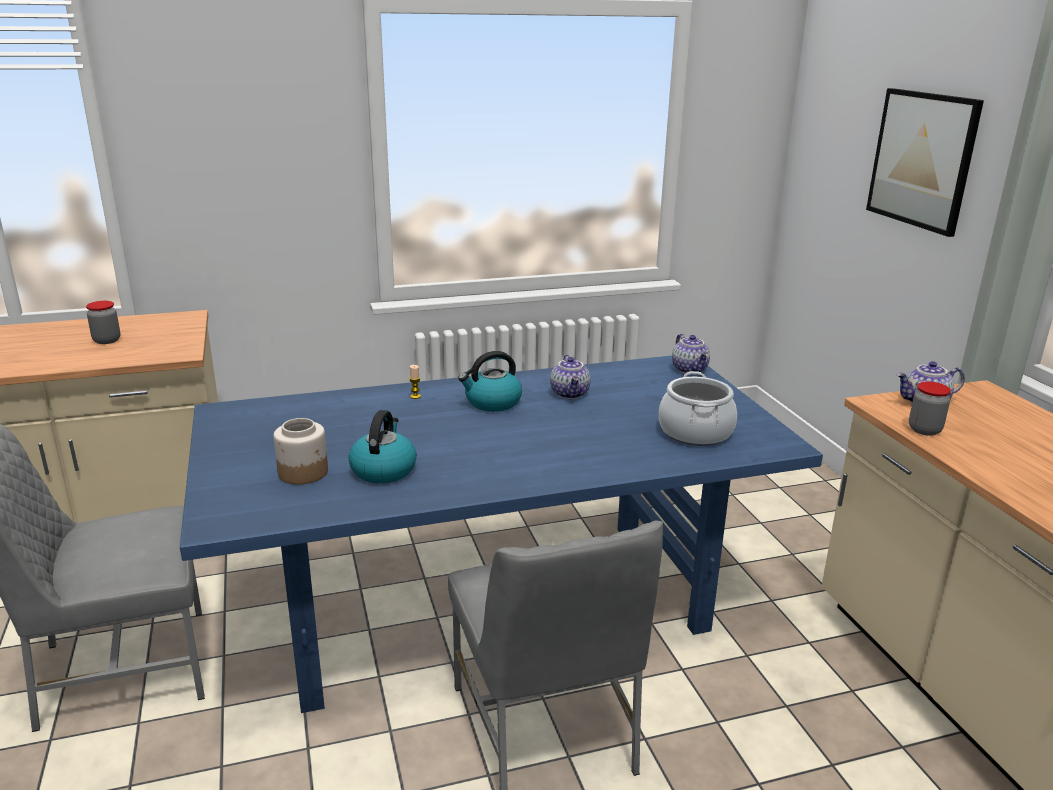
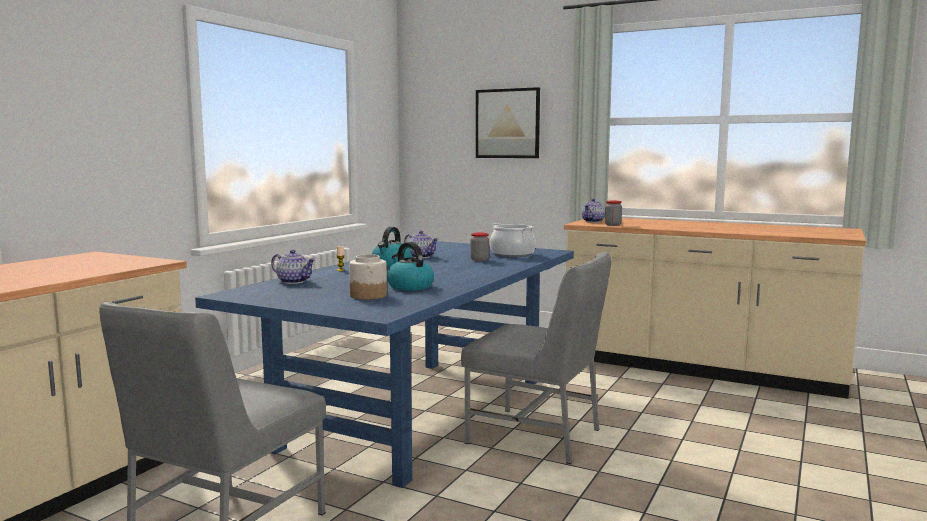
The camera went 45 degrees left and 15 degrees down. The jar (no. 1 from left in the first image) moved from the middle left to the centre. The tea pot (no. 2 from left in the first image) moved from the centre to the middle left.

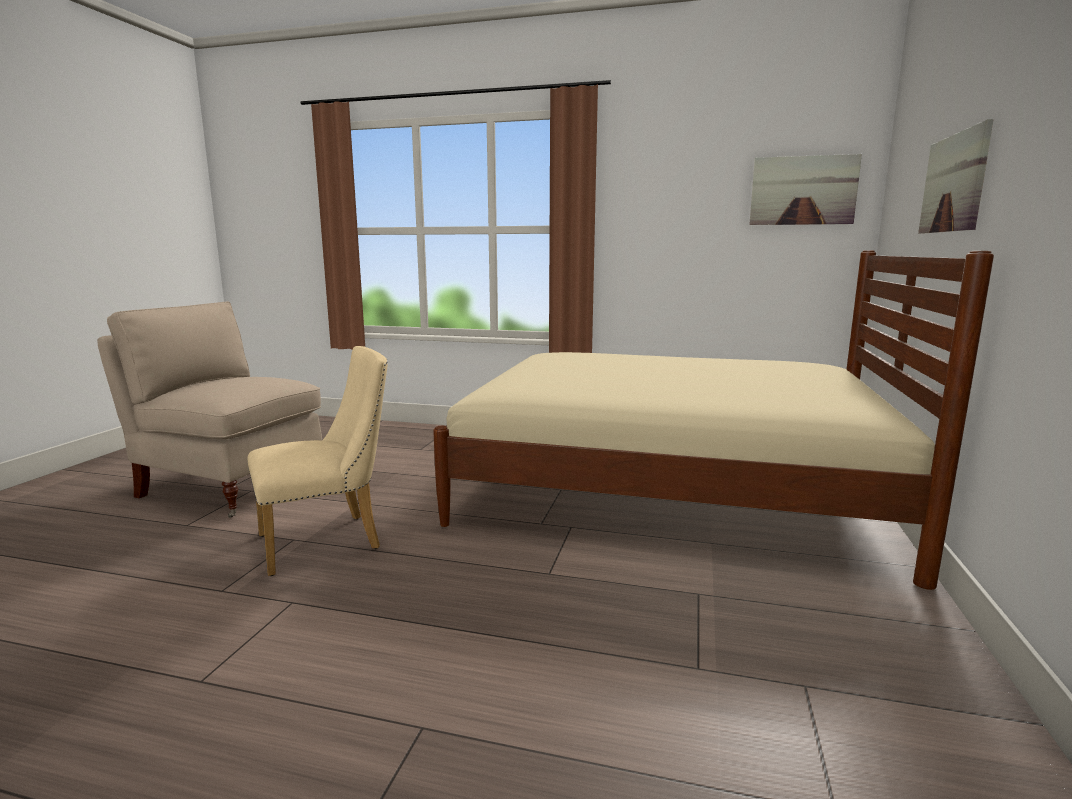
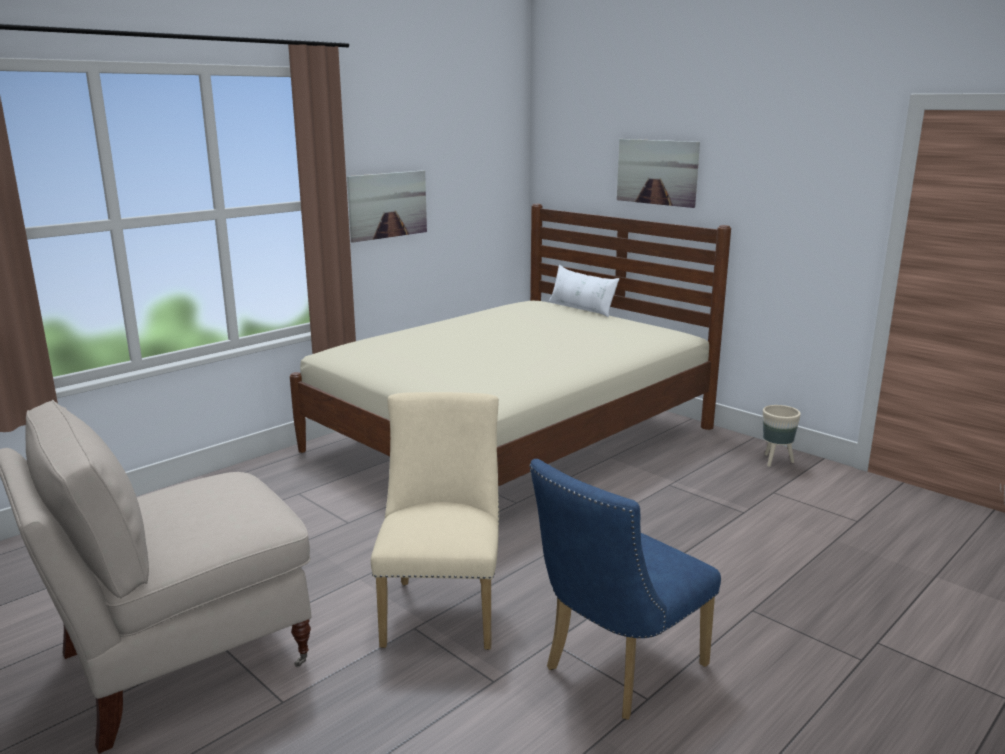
The camera went 60 degrees left and 5 degrees up. The chair (blue-coloured) at the bottom centre appeared. The cushion (white-coloured) at the centre appeared. The planter (beige) at the middle right appeared. The wall picture (no. 1 from left) moved from the top right to the top centre.

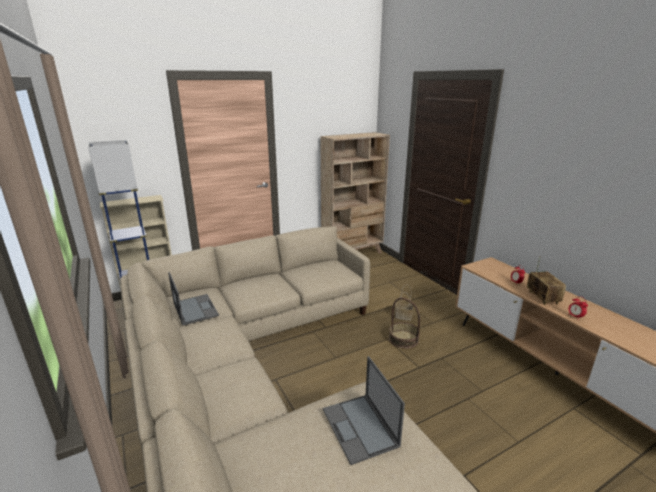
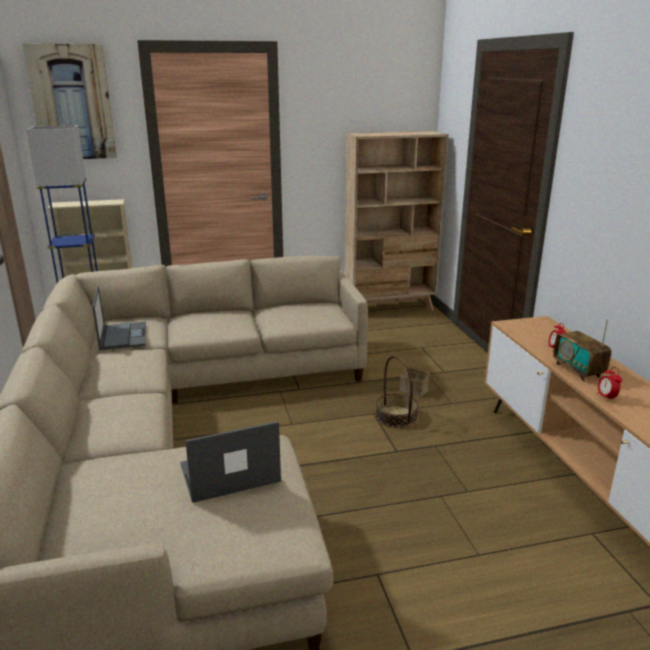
The camera went 15 degrees right and 0 degrees up. The wall picture at the top left appeared. The portable computer (no. 2 from left) at the bottom centre turned 75 degrees clockwise. The radio set at the middle right turned 150 degrees clockwise.

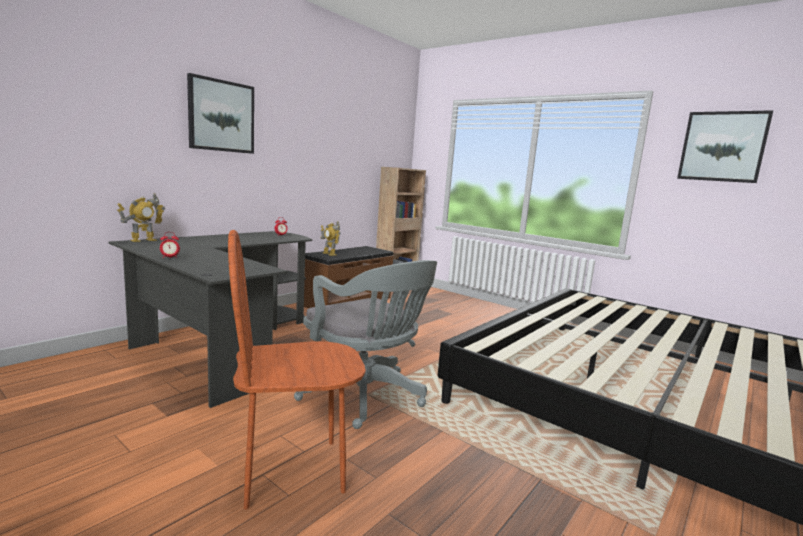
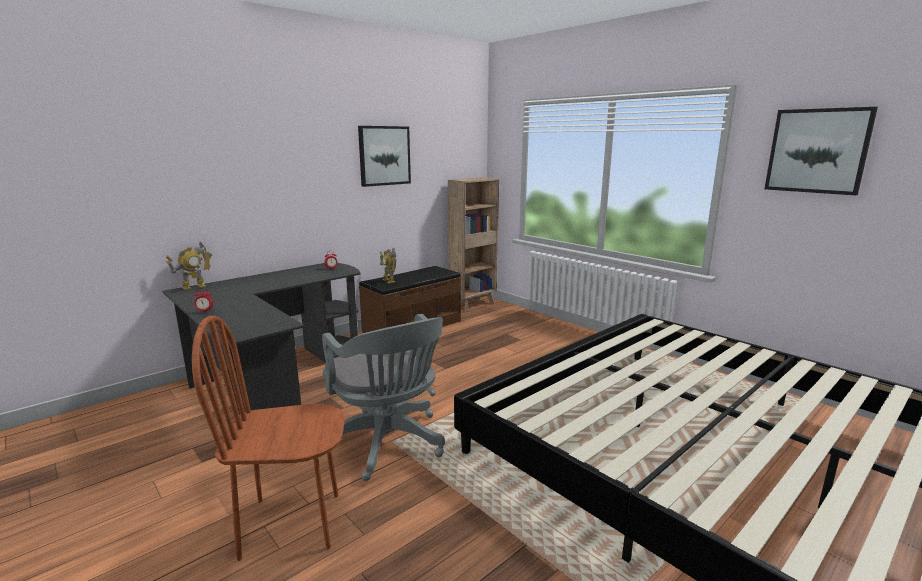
The camera went 10 degrees right and 5 degrees up. The wall picture (no. 1 from left) moved from the top left to the top centre.

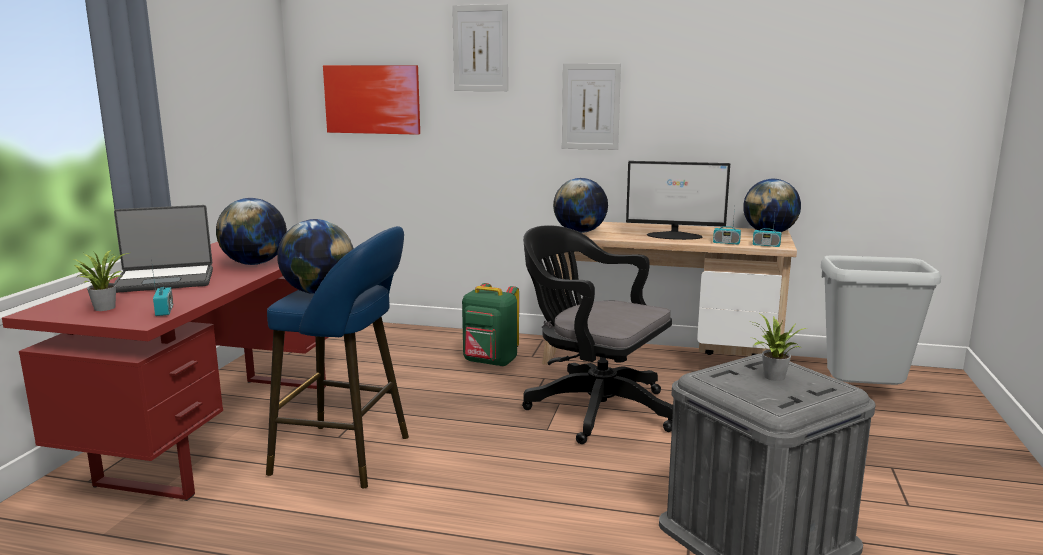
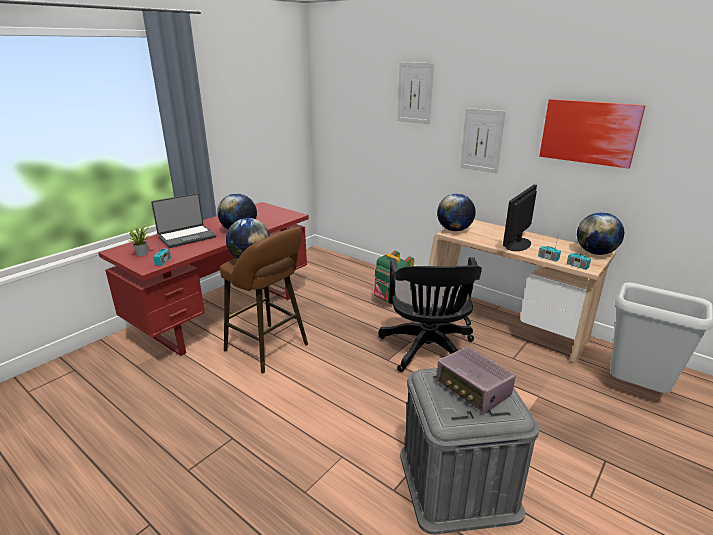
The camera went 25 degrees right and 10 degrees up. The wall picture (no. 1 from left in the first image) moved from the top centre to the top right. The plant in a pot (no. 2 from left) at the middle right was replaced by the radio set (no. 2 from left) at the bottom right. The stool seat (blue-coloured) at the middle left became the stool seat (brownish) at the centre. The portable computer at the middle left turned 45 degrees counterclockwise. The desk chair (blackish) at the centre turned 150 degrees counterclockwise. The monitor at the centre turned 90 degrees clockwise.

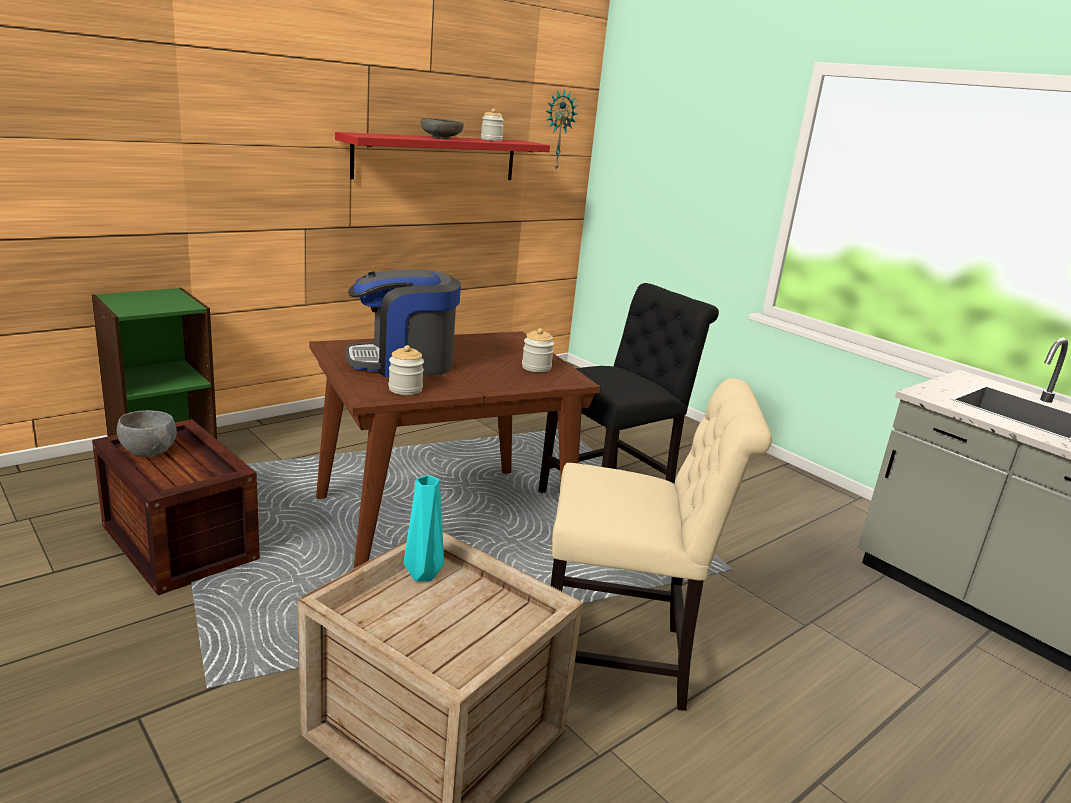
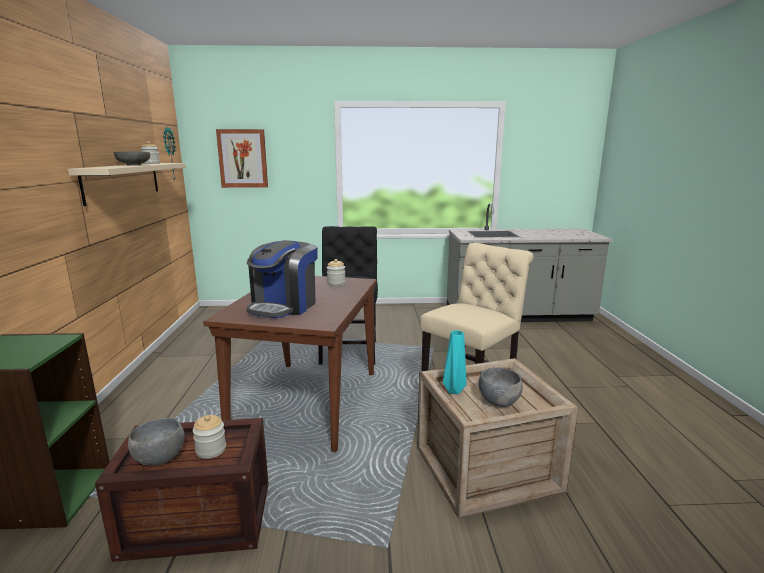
The camera went 50 degrees left and 5 degrees down. The wall picture at the top left appeared. The serving bowl (greyish) (no. 3 from left) at the bottom centre appeared. The jar (no. 1 from left in the first image) moved from the centre to the bottom left. The shelf (red) at the top centre became the shelf (beige) at the top left.

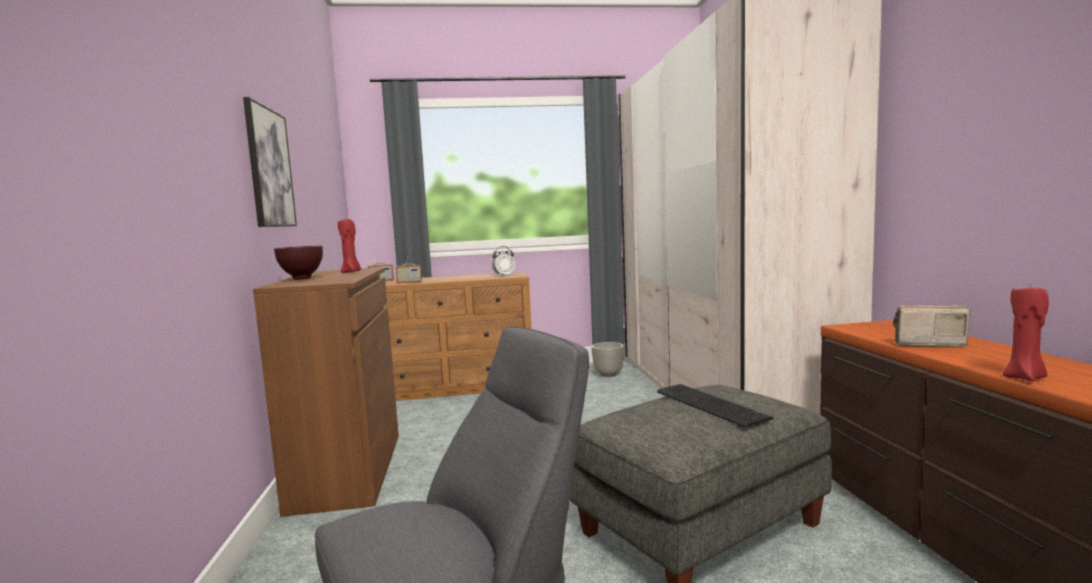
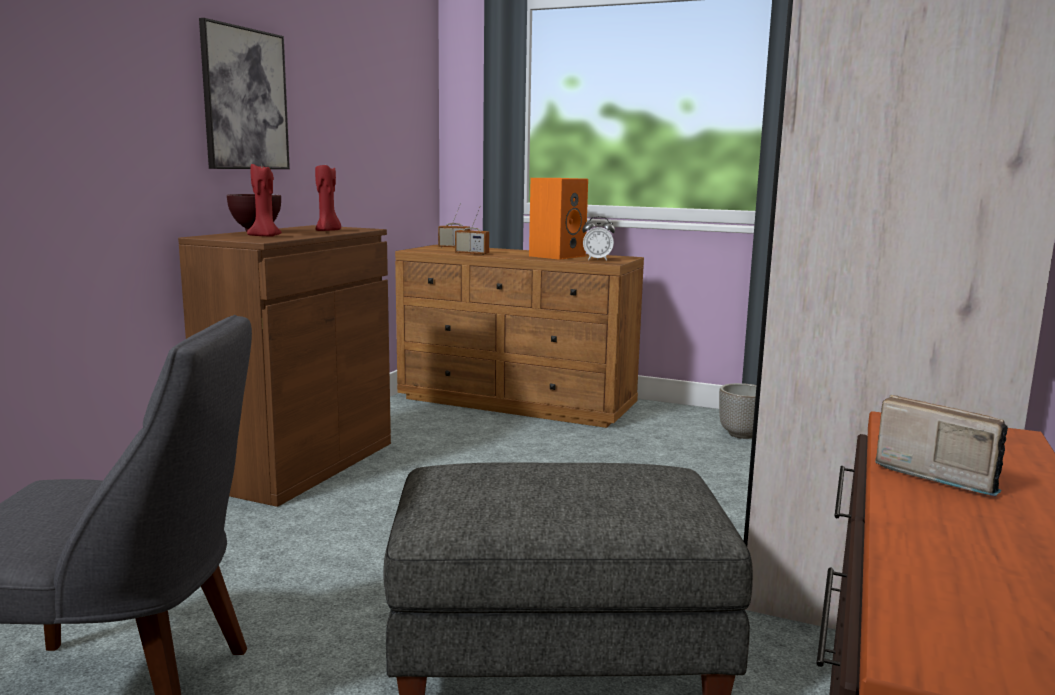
The camera went 30 degrees right and 5 degrees up. The PC keyboard at the bottom centre disappeared. The loudspeaker (orange-coloured) at the top centre appeared. The wax candle (red) (no. 2 from left in the first image) moved from the middle right to the top left.

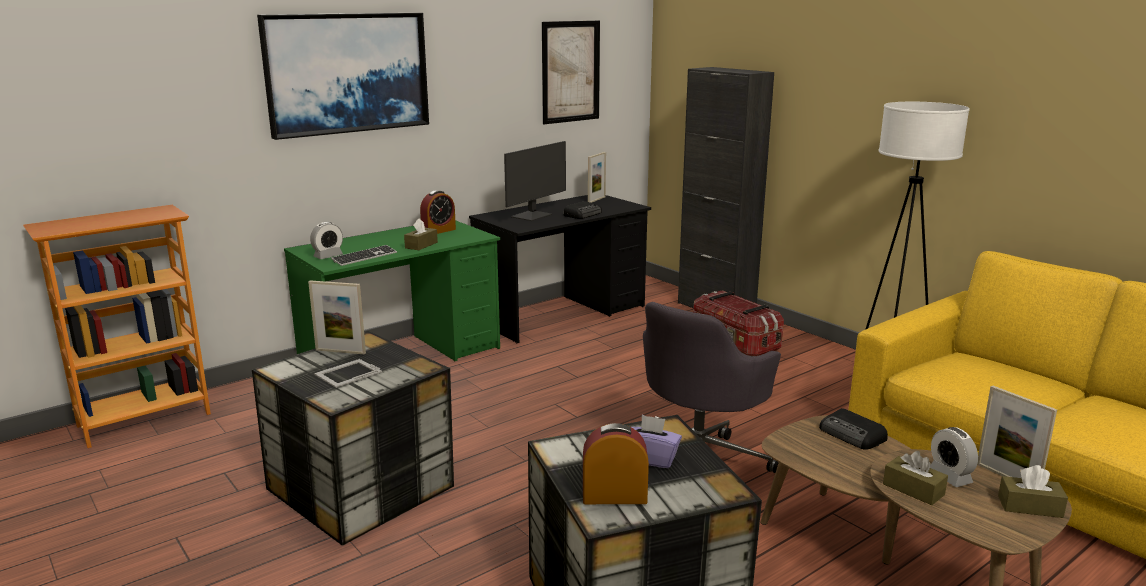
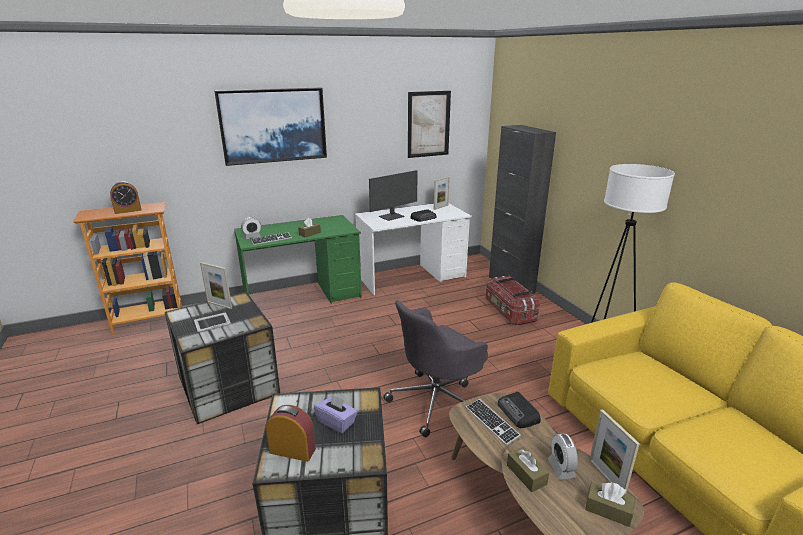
The camera went 15 degrees right and 5 degrees up. The PC keyboard (no. 2 from left) at the bottom centre appeared. The bedside clock (no. 2 from left in the first image) moved from the centre to the middle left. The desk (blackish) at the centre became the desk (white-coloured) at the centre.

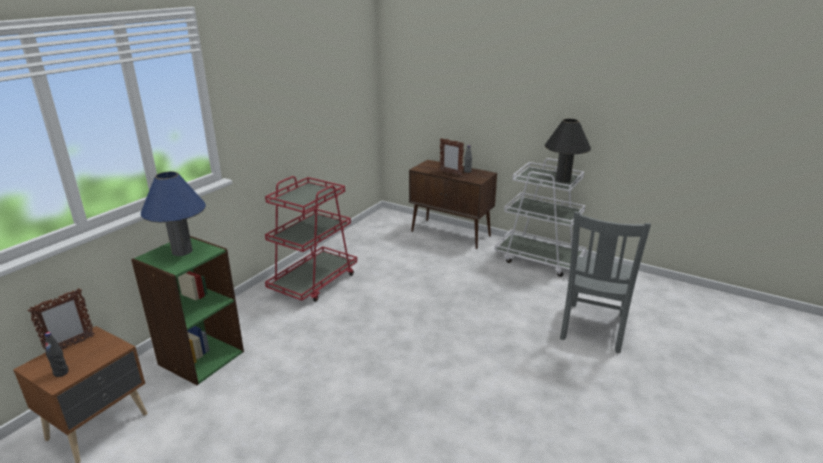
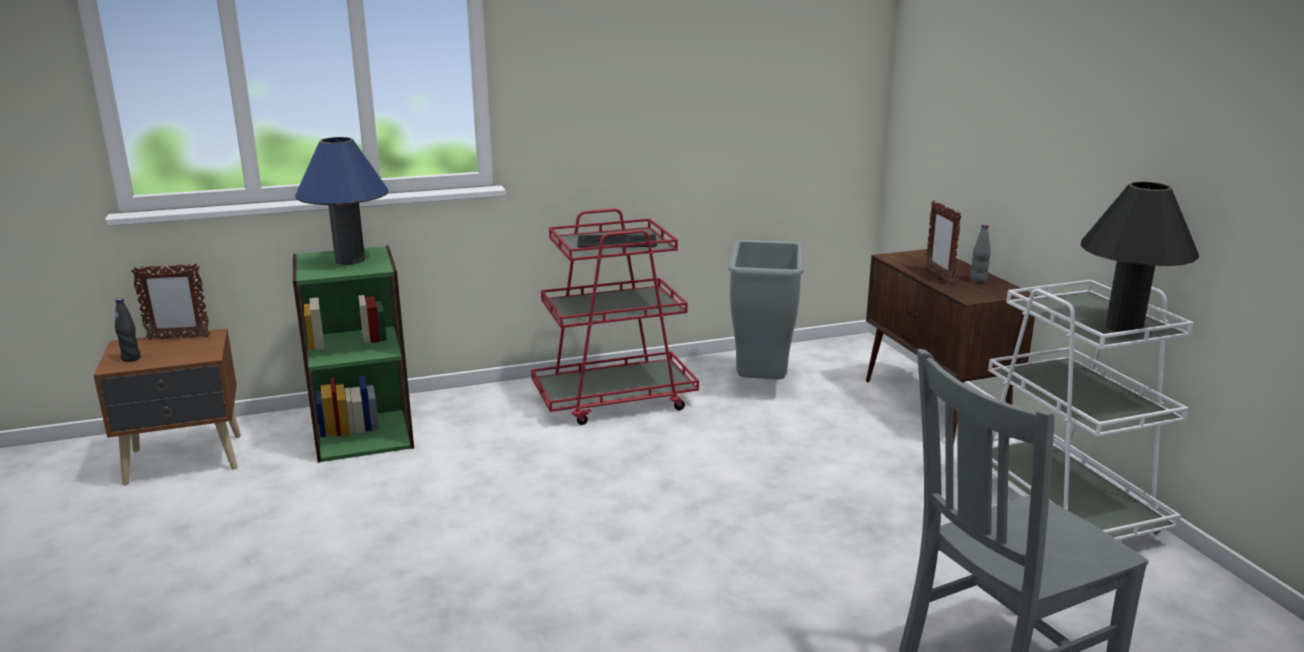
The camera went 40 degrees right and 5 degrees down. The PC keyboard at the centre appeared. The waste bin (greyish) at the centre appeared.

